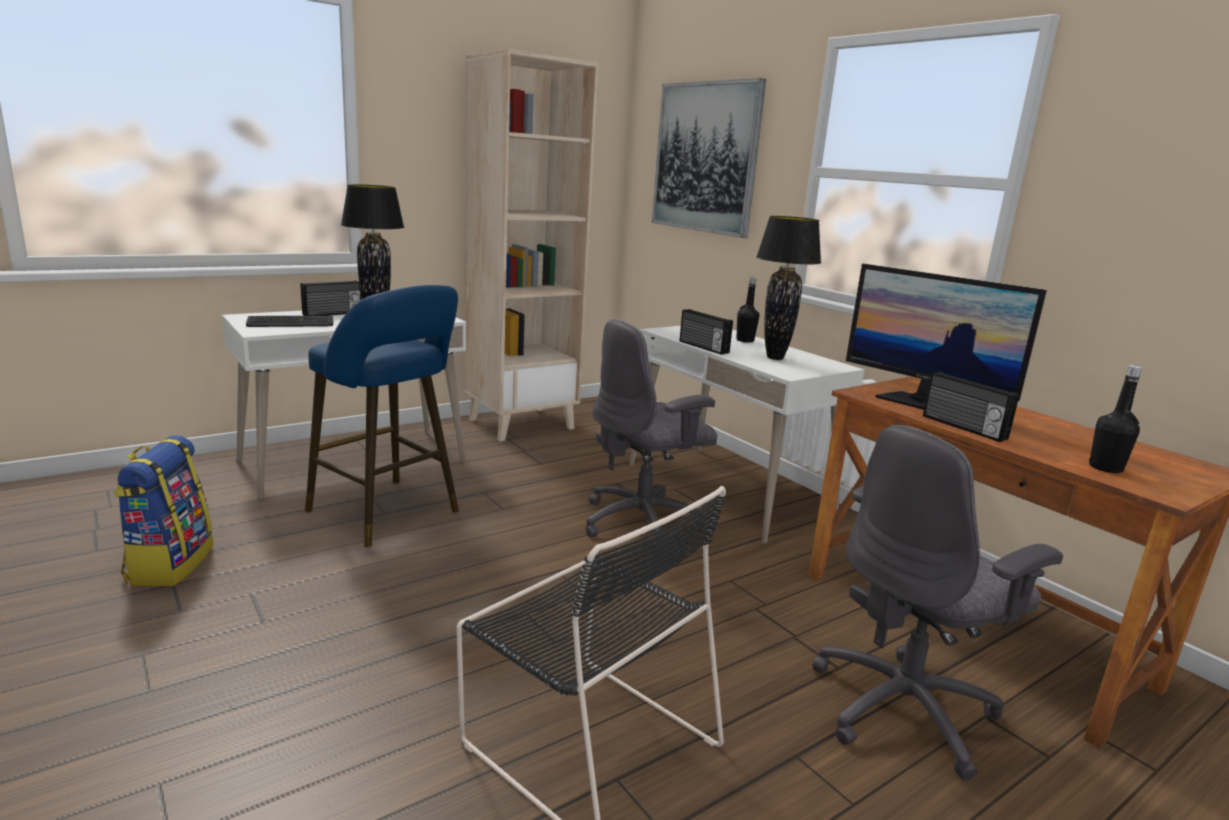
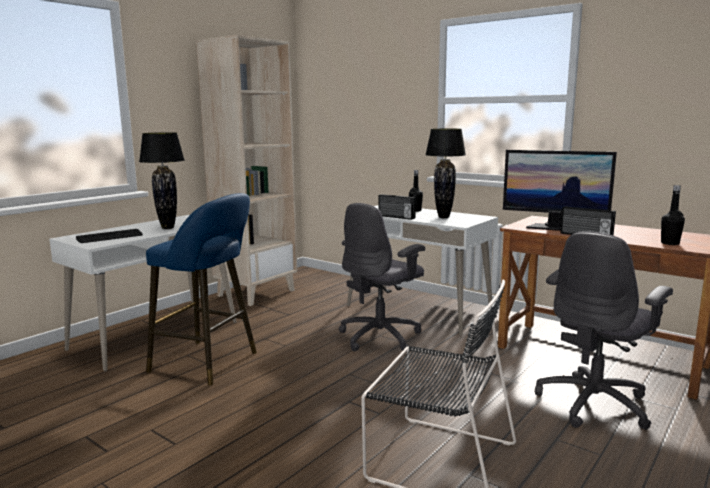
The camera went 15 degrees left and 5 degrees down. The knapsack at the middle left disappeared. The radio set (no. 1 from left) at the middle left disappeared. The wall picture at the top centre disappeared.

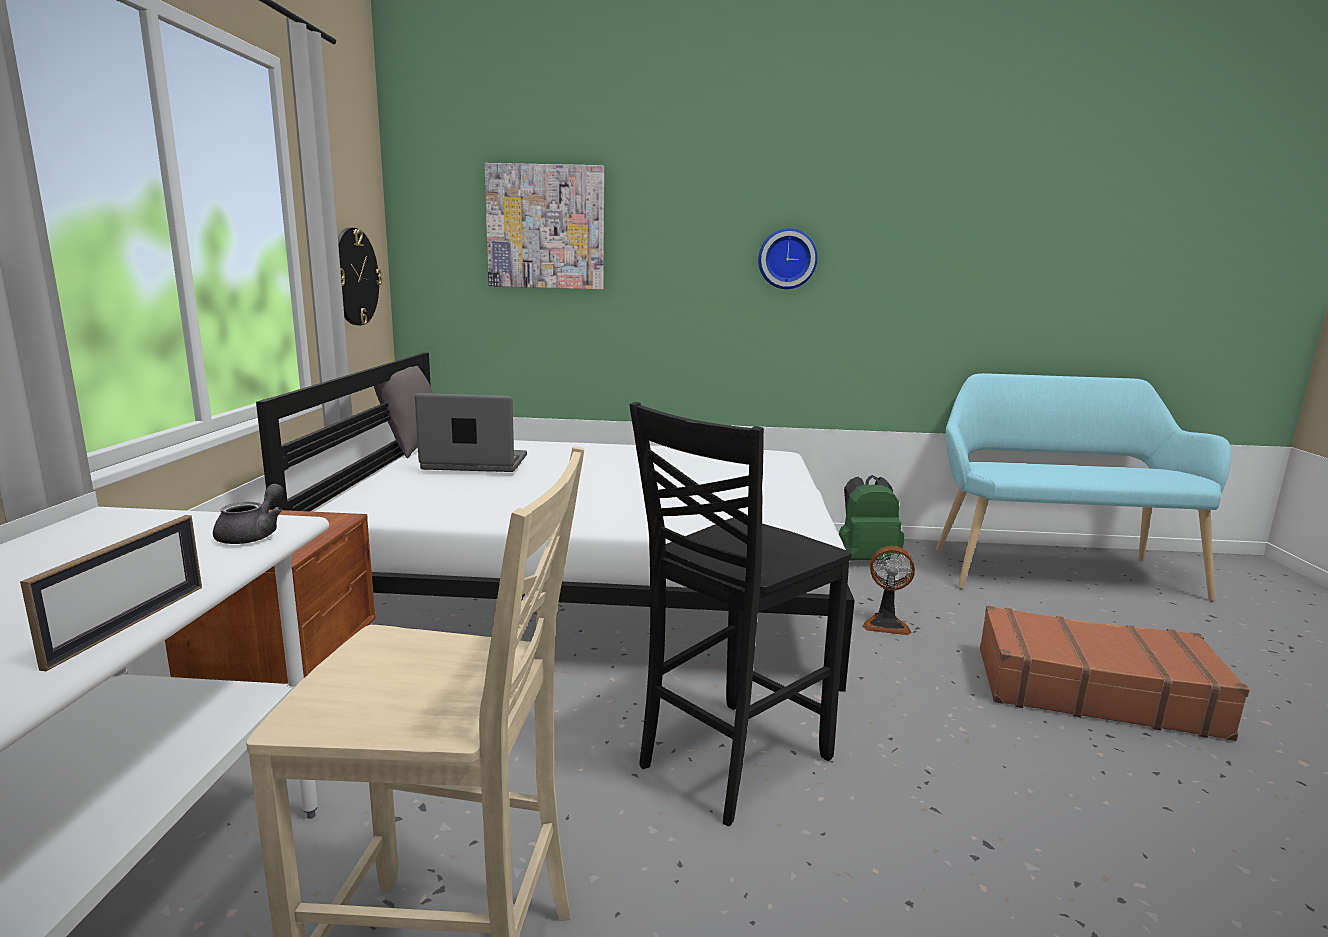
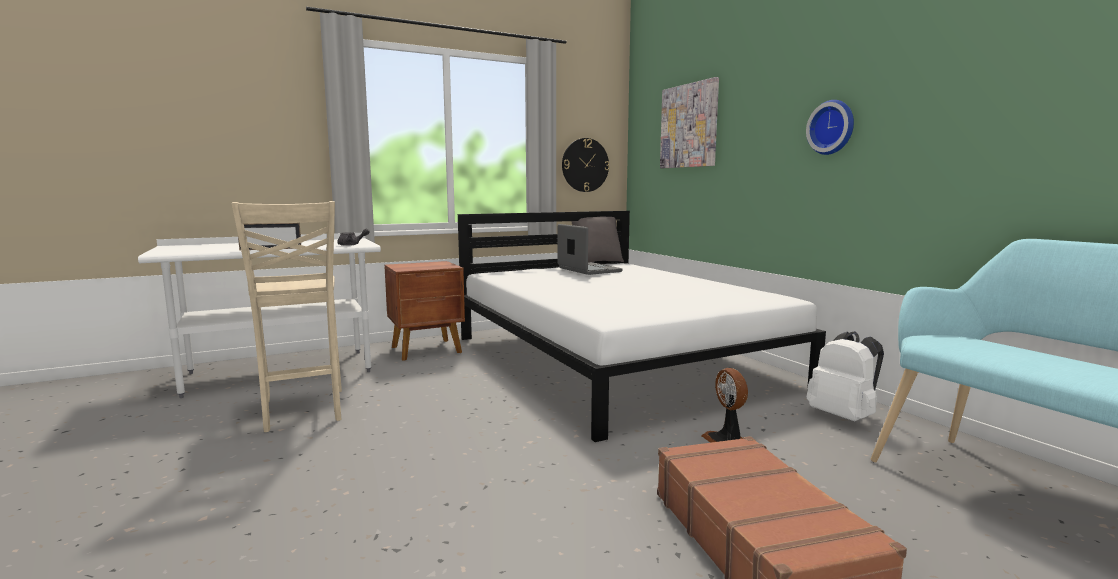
The camera went 60 degrees right and 5 degrees down. The chair (blackish) at the centre disappeared. The knapsack (green) at the centre became the knapsack (white-coloured) at the middle right.

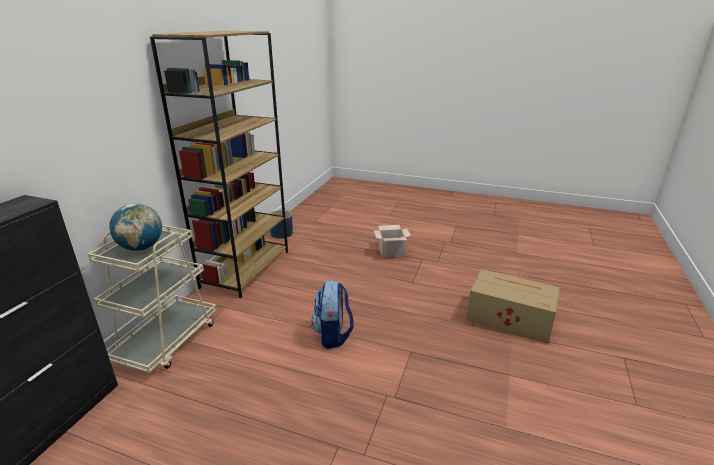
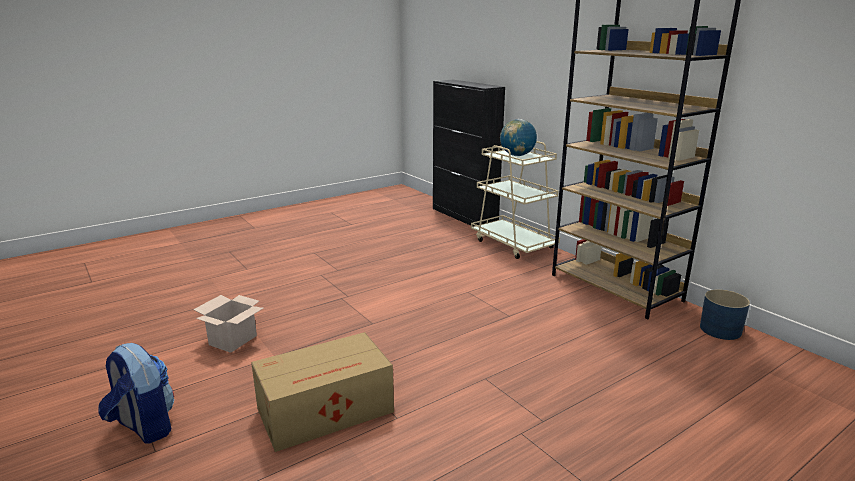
The camera went 125 degrees right and 5 degrees down. The knapsack moved from the bottom centre to the bottom left. The carton (no. 1 from left) moved from the centre to the bottom left.

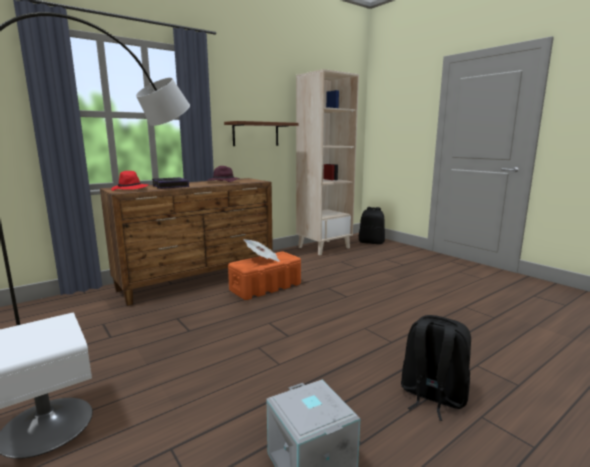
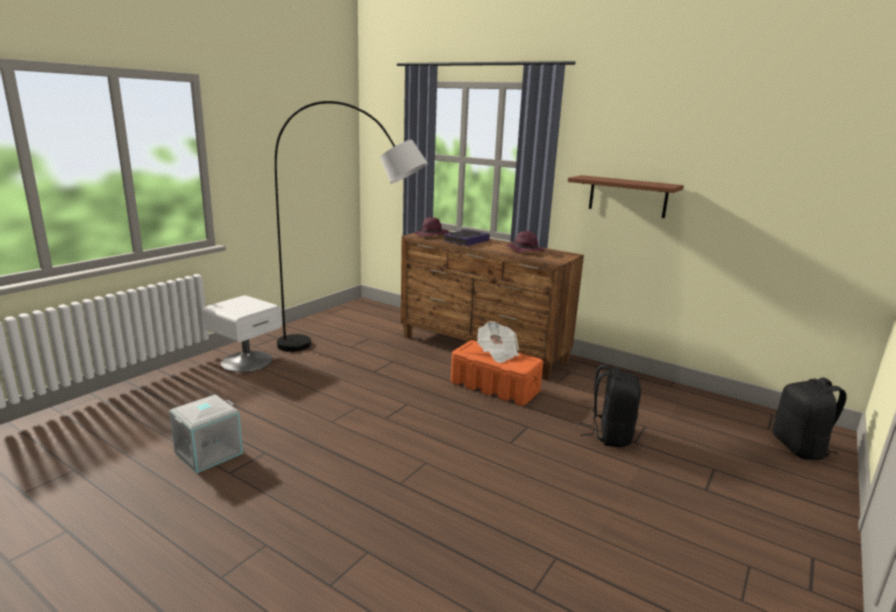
The camera went 70 degrees right and 5 degrees up. The bookcase (beige) at the centre disappeared. The knapsack (blackish) (no. 2 from left in the first image) moved from the bottom right to the middle right. The hat (red) at the middle left became the hat (purple) (no. 1 from left) at the centre.

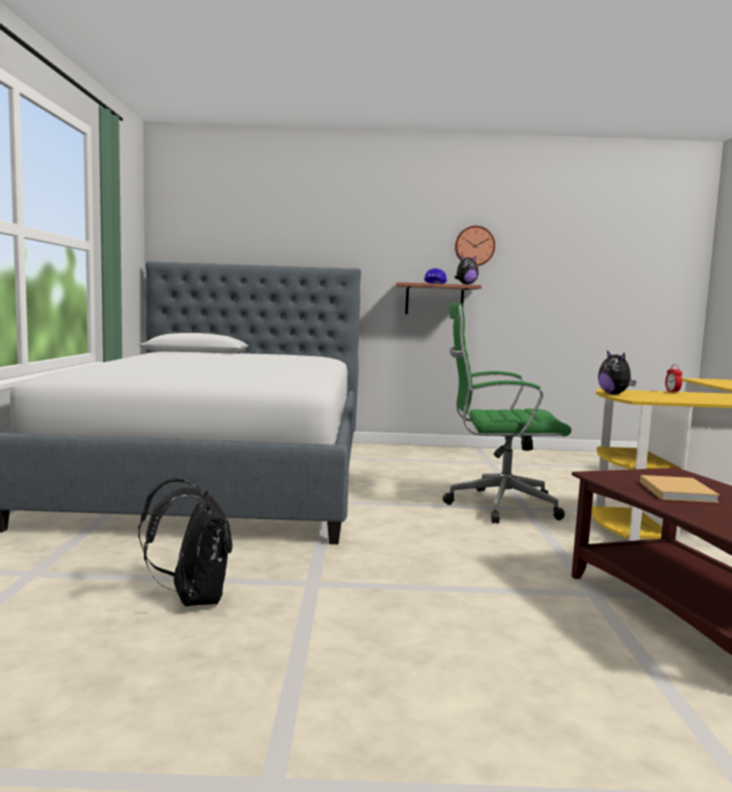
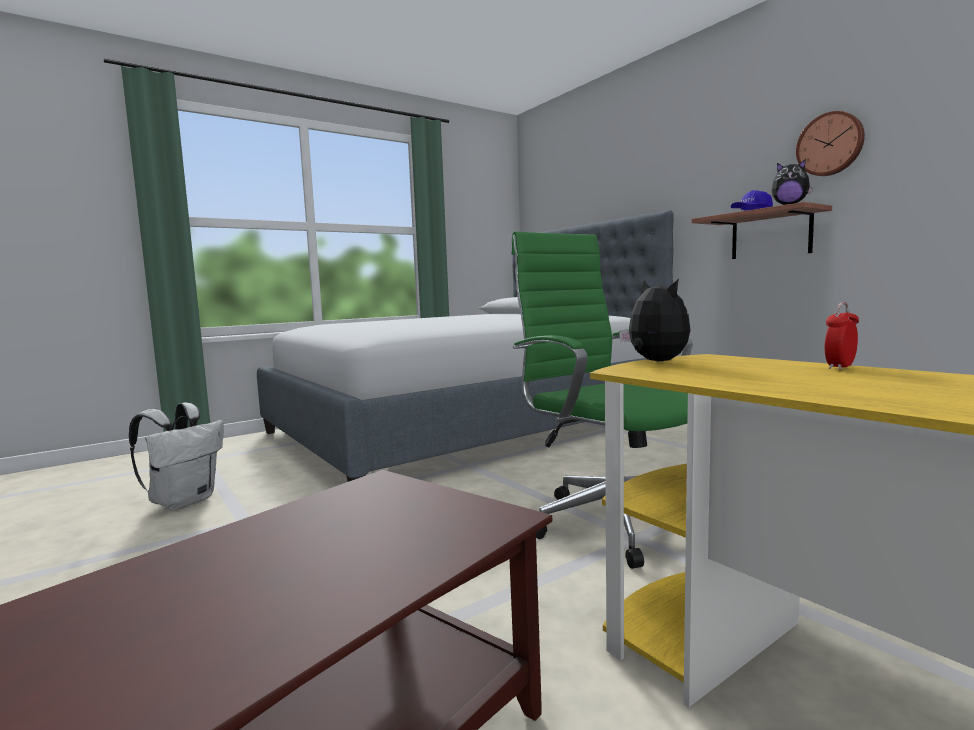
The camera went 55 degrees right and 0 degrees up. The volume (beige) at the middle right disappeared. The knapsack (blackish) at the bottom left became the knapsack (white-coloured) at the middle left. The plush toy (no. 2 from left in the first image) at the middle right turned 120 degrees clockwise.

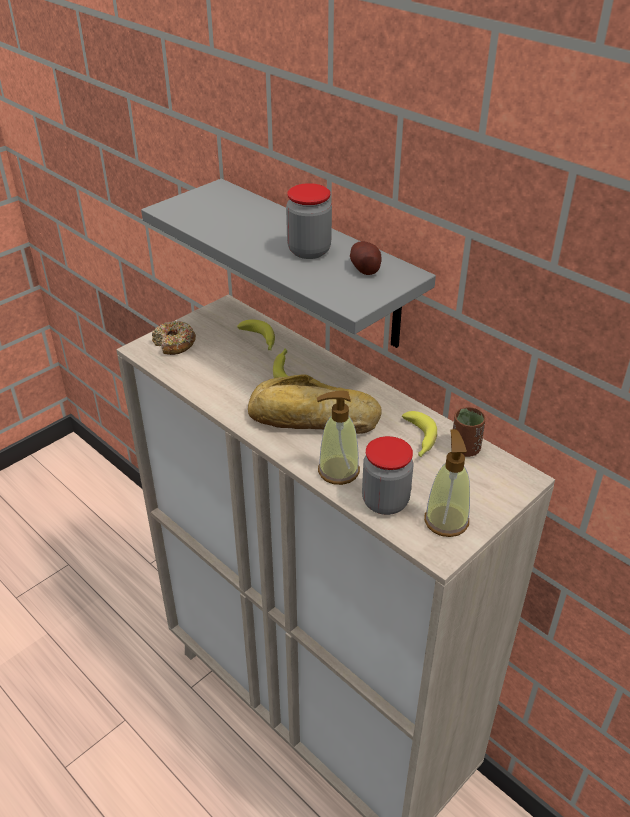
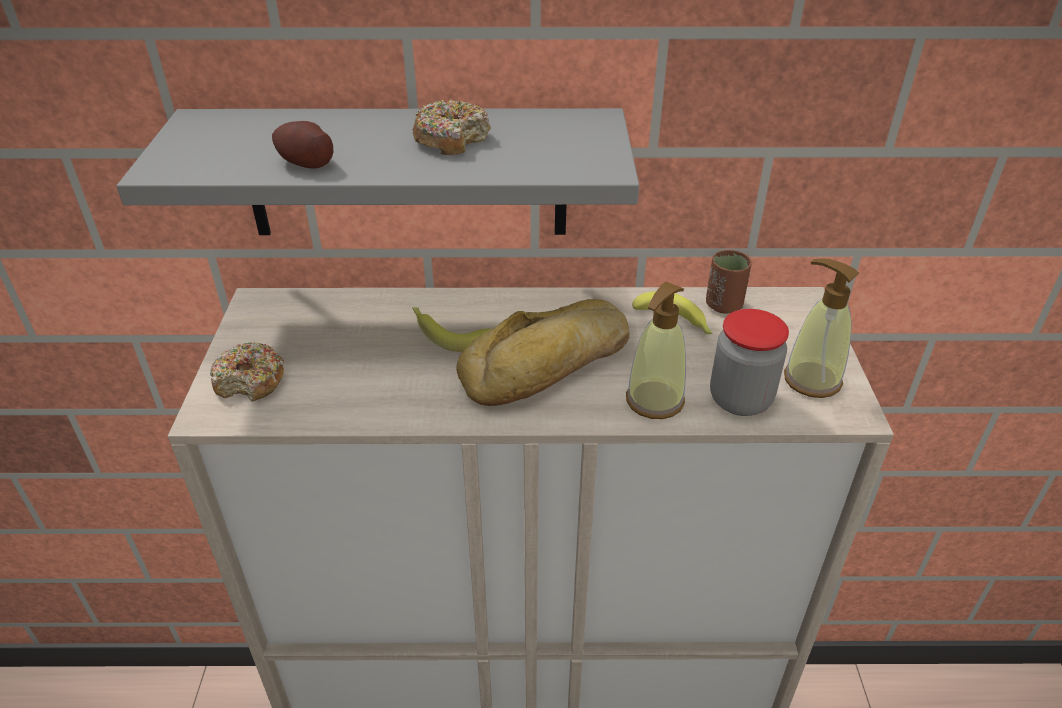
The camera went 45 degrees left and 0 degrees up. The banana fruit (no. 1 from left) at the centre disappeared. The whole potato moved from the top centre to the top left. The jar (no. 1 from left) at the top centre was replaced by the donut (no. 2 from left) at the top centre.

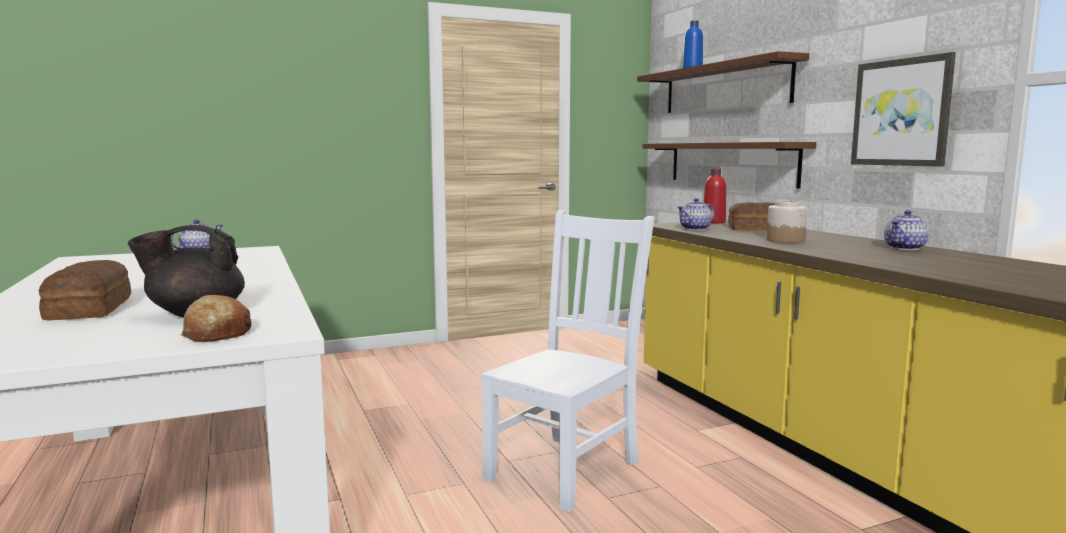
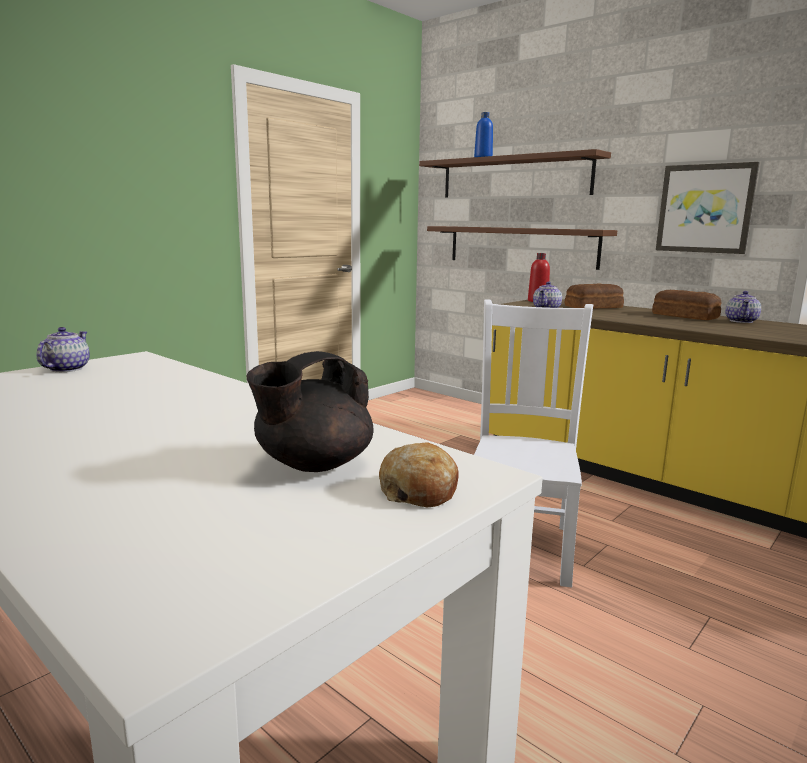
The camera went 25 degrees left and 5 degrees up. The jar at the middle right disappeared. The bakery bread (no. 1 from left in the first image) moved from the middle left to the middle right.

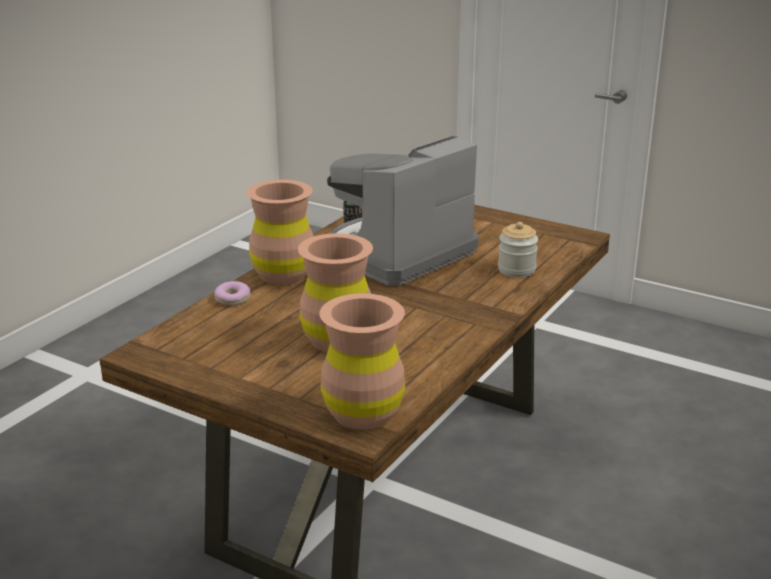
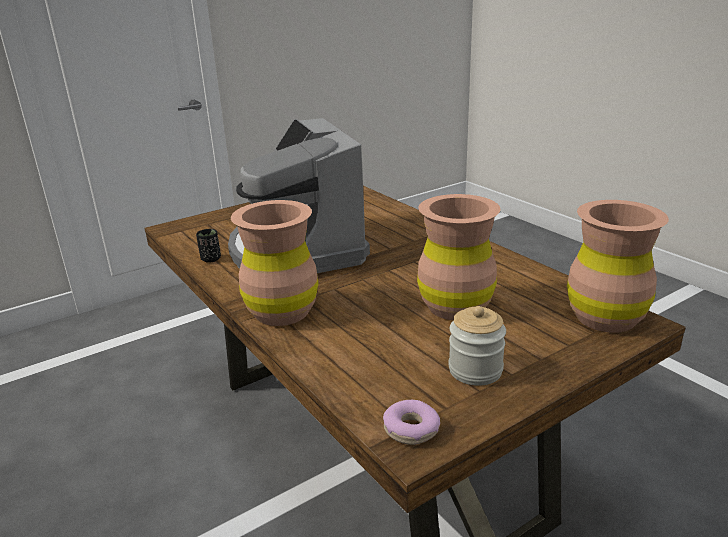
The camera went 65 degrees left and 0 degrees up. The donut moved from the middle left to the bottom centre. The jar moved from the middle right to the centre.

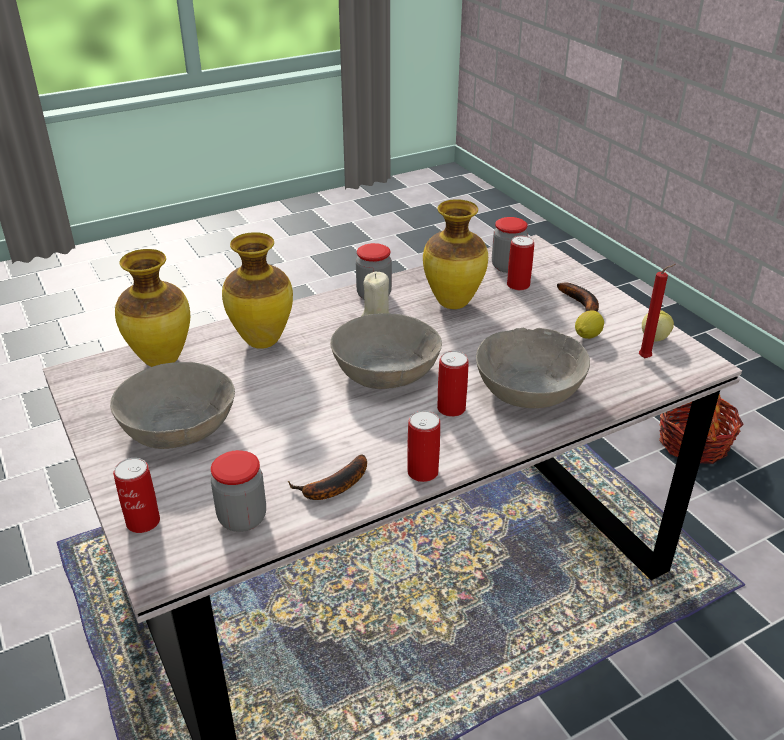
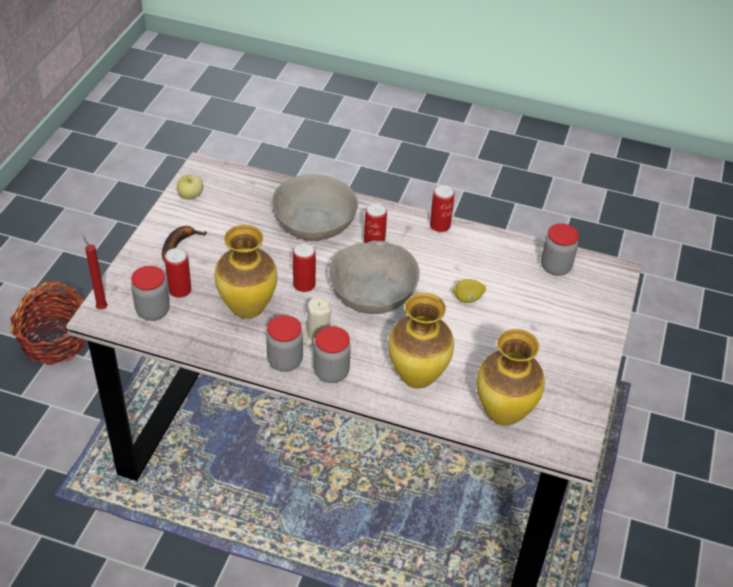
The camera went 135 degrees left and 10 degrees up. The serving bowl (greyish) (no. 1 from left) at the middle left disappeared. The banana fruit (no. 1 from left) at the centre disappeared. The jar (no. 3 from left) at the centre appeared. The can (no. 1 from left in the first image) moved from the bottom left to the centre. The lemon moved from the middle right to the centre. The wax candle (red) moved from the middle right to the middle left.

